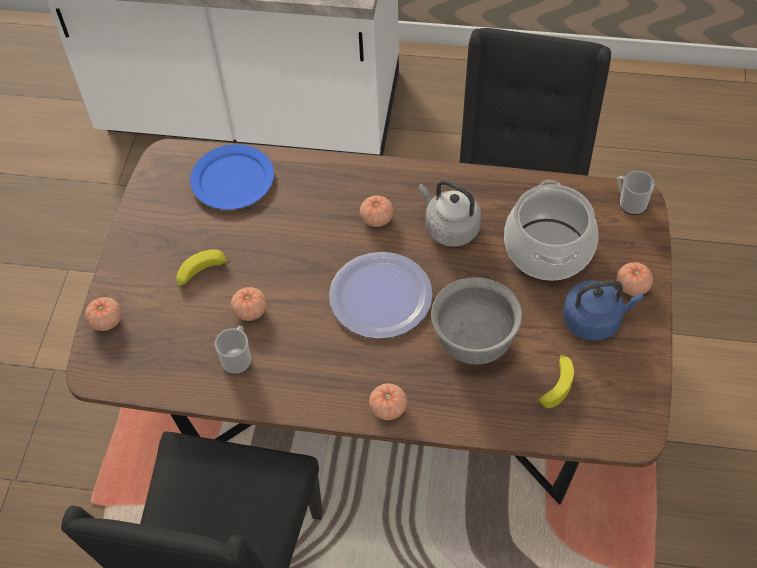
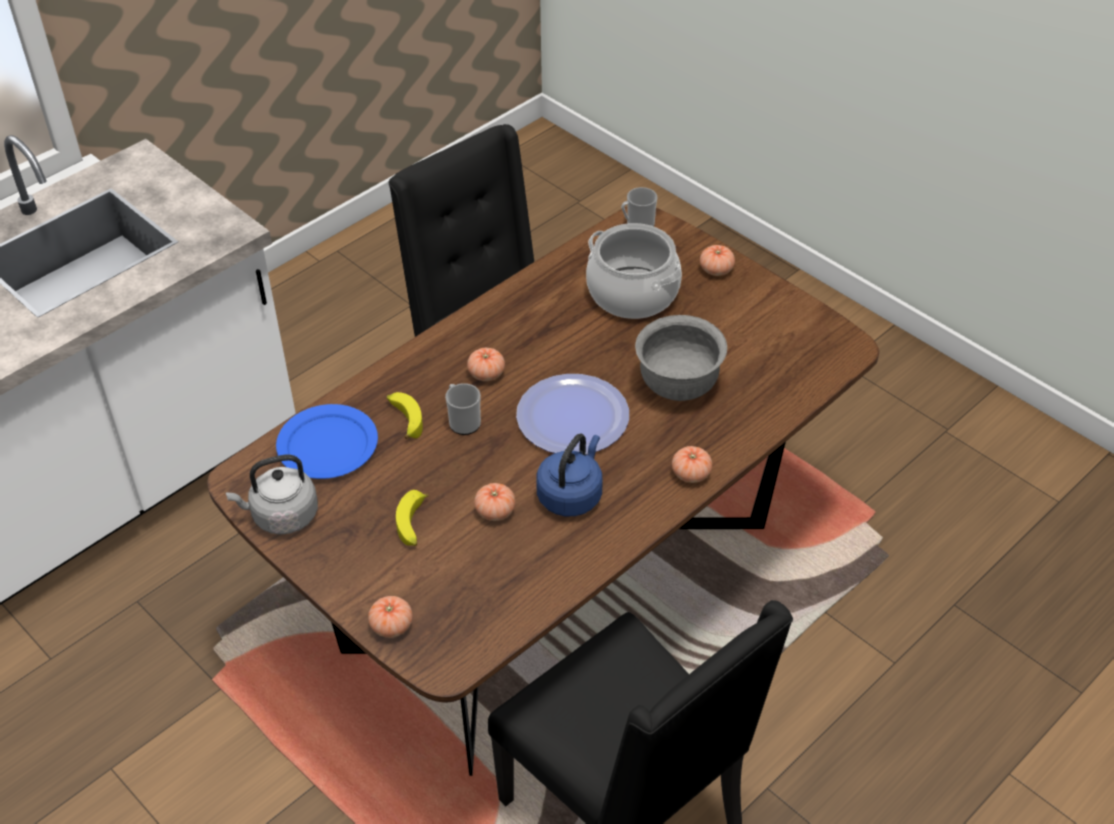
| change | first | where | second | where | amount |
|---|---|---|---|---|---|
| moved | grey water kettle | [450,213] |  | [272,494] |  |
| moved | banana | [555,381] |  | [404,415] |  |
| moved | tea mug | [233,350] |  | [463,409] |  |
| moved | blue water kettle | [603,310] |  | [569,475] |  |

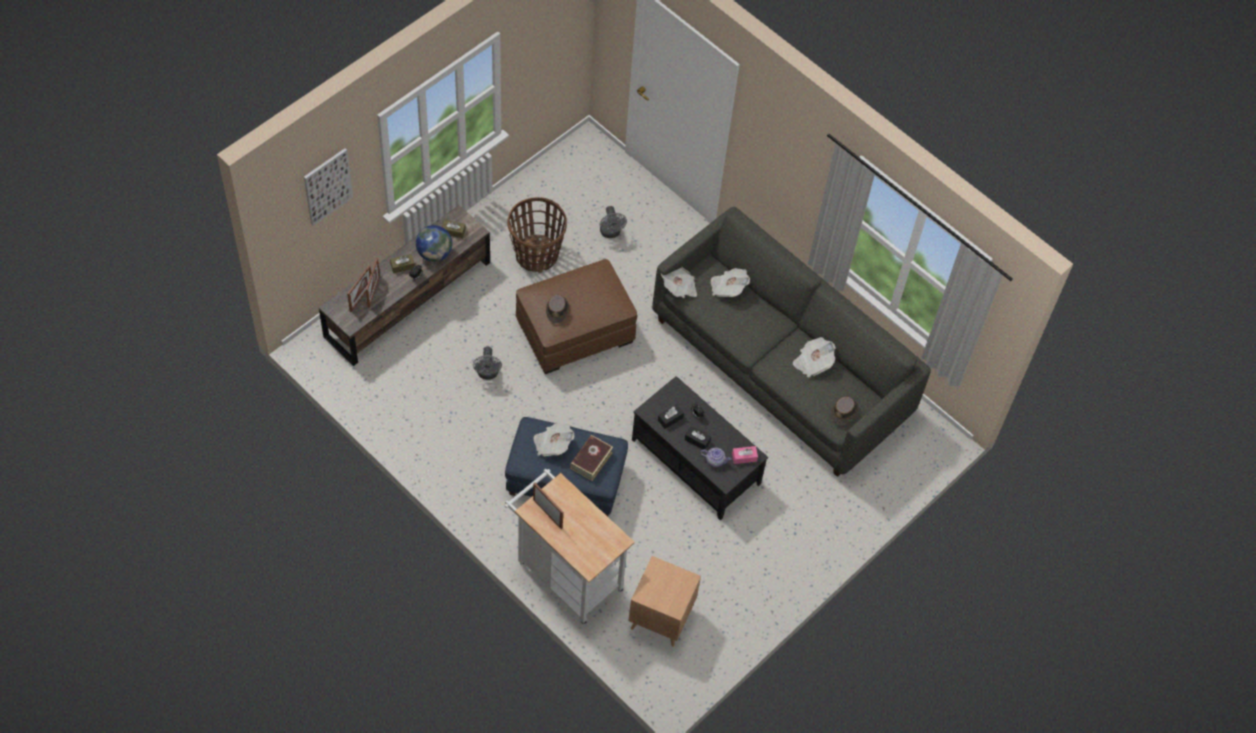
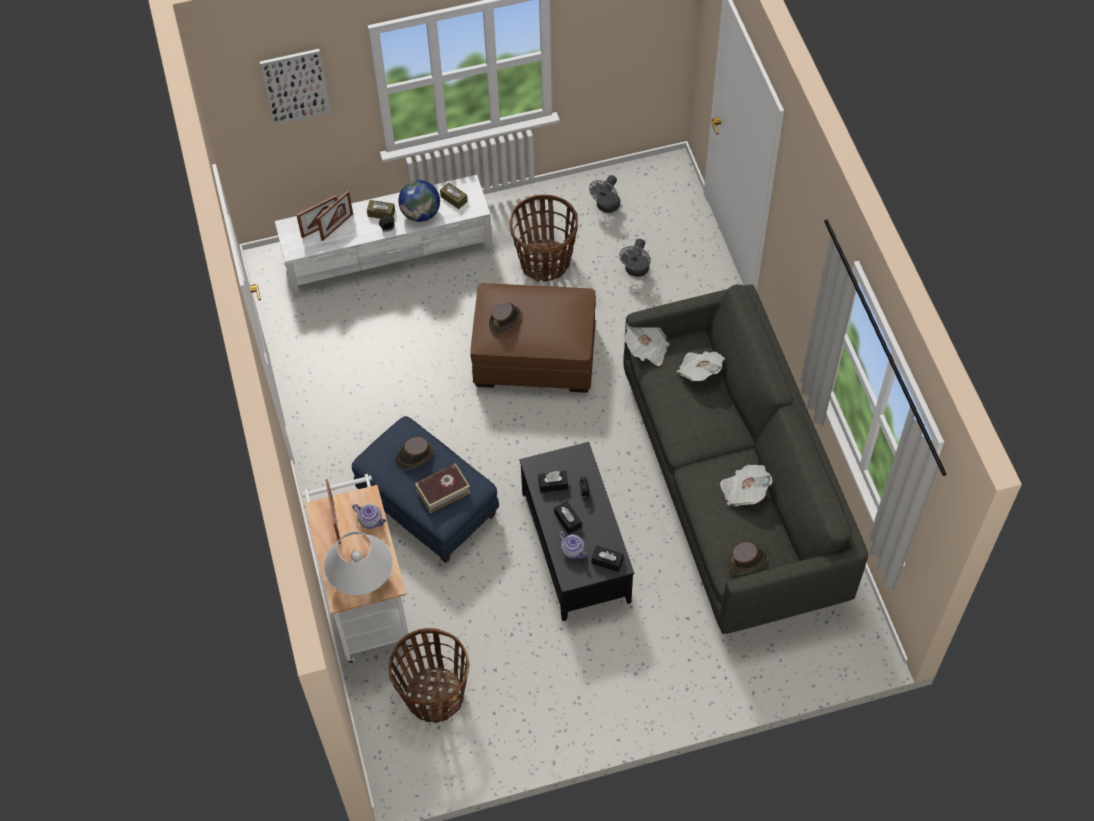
| change | first | where | second | where | amount |
|---|---|---|---|---|---|
| recoloured | brown tv unit | [404,285] | whitish tv unit | [384,236] |  |
| added |  |  | whitish lamp for a table | [358,563] |  |
| added |  |  | teapot | [369,516] |  |
| replaced | brown side table | [664,601] | basket | [428,675] |  |
| replaced | printed paper | [553,439] | brown hat | [414,453] |  |
| moved | grey cooling fan | [487,363] |  | [604,194] |  |
| recoloured | pinkish tissue holder | [745,455] | blackish tissue holder | [608,559] |  |

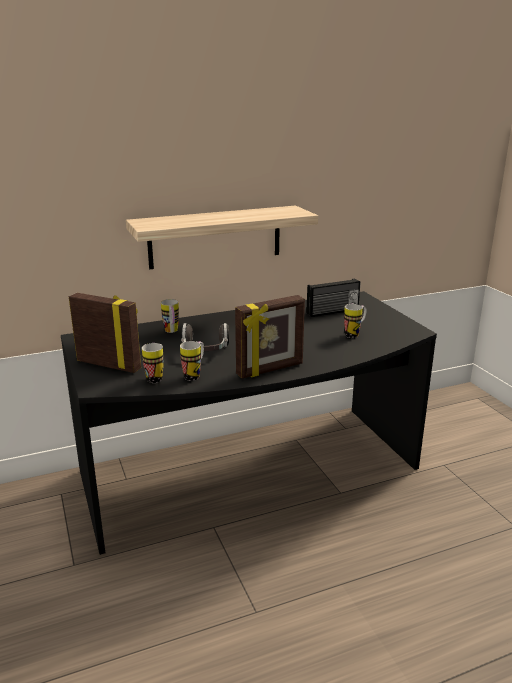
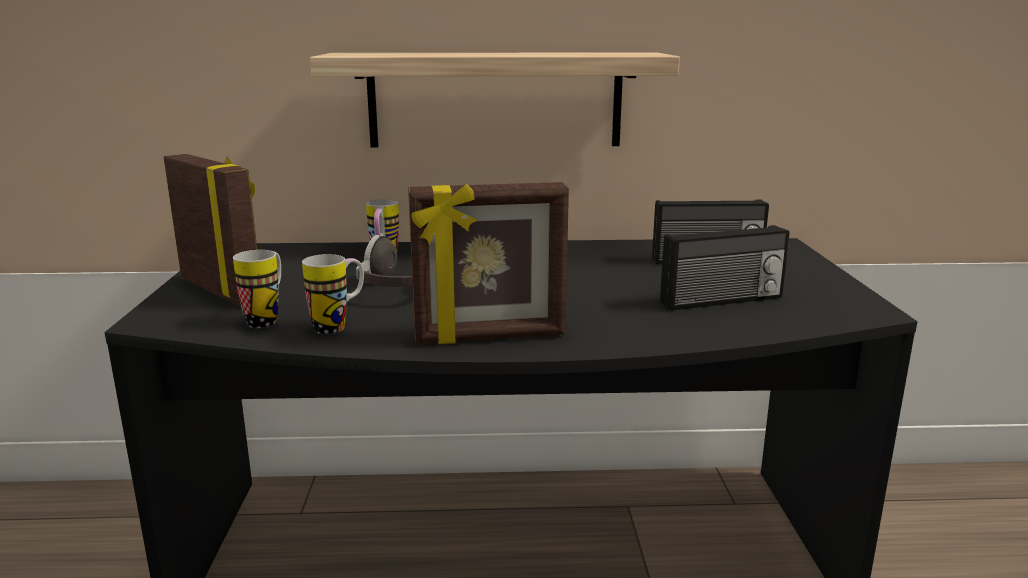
| change | first | where | second | where | amount |
|---|---|---|---|---|---|
| replaced | tea mug | [355,321] | radio set | [725,267] |  |

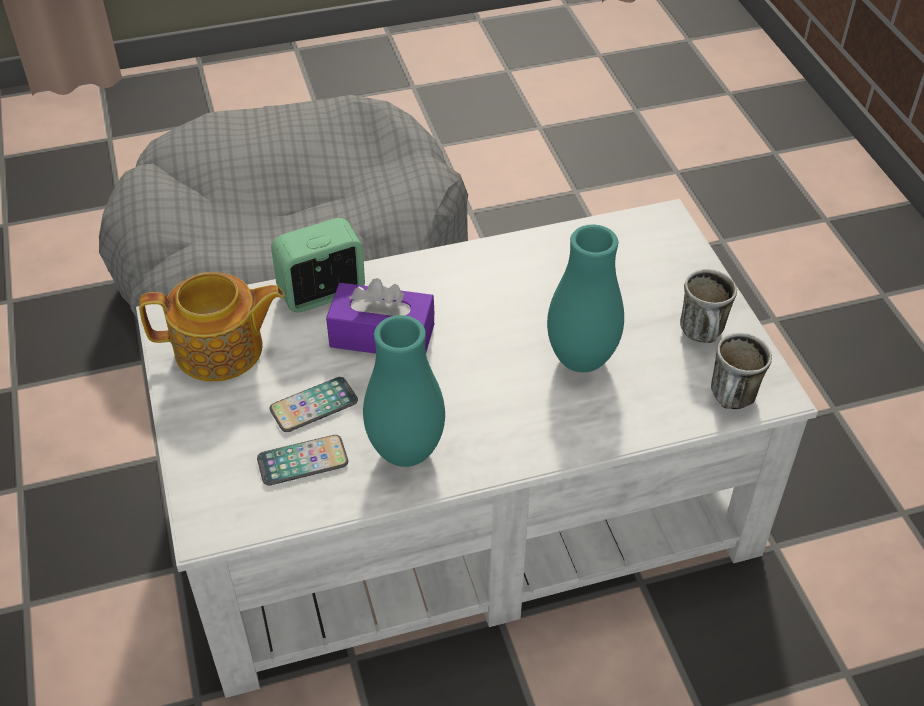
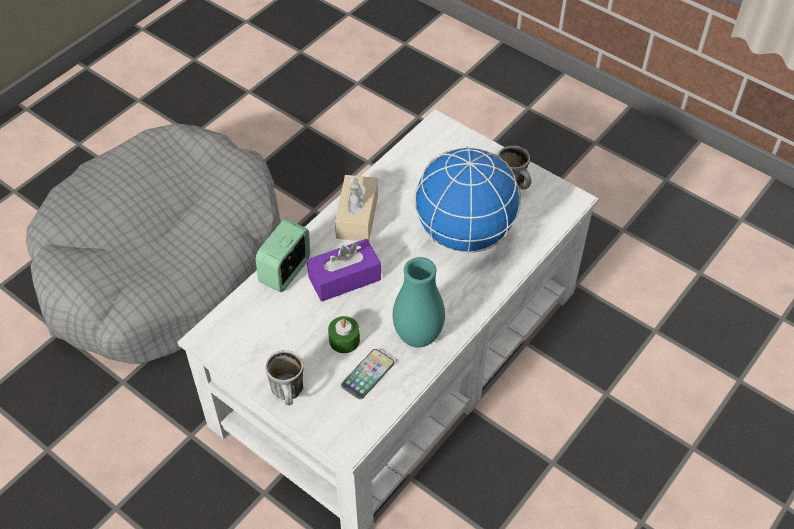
| change | first | where | second | where | amount |
|---|---|---|---|---|---|
| moved | tea mug | [741,371] |  | [284,377] |  |
| replaced | telephone | [314,404] | green-coloured candle | [344,334] |  |
| added |  |  | sand-coloured tissue holder | [356,208] |  |
| replaced | turquoise-coloured flower vase | [585,298] | globe | [467,199] |  |
| removed | teapot | [211,327] |  |  |  |

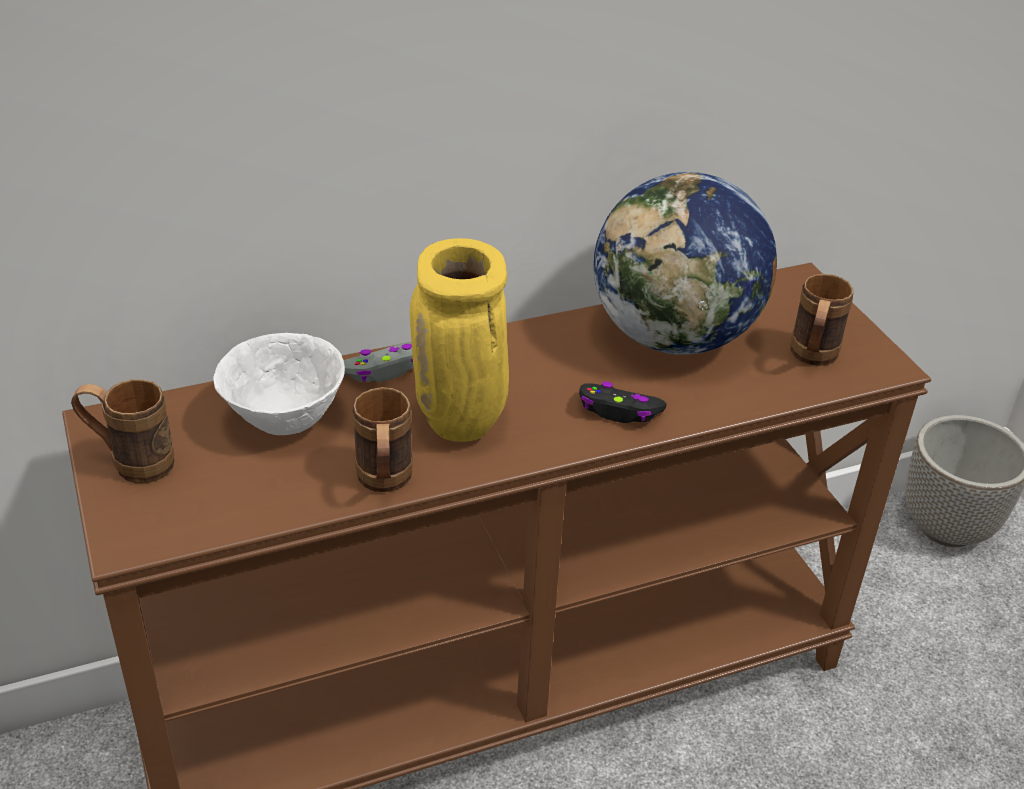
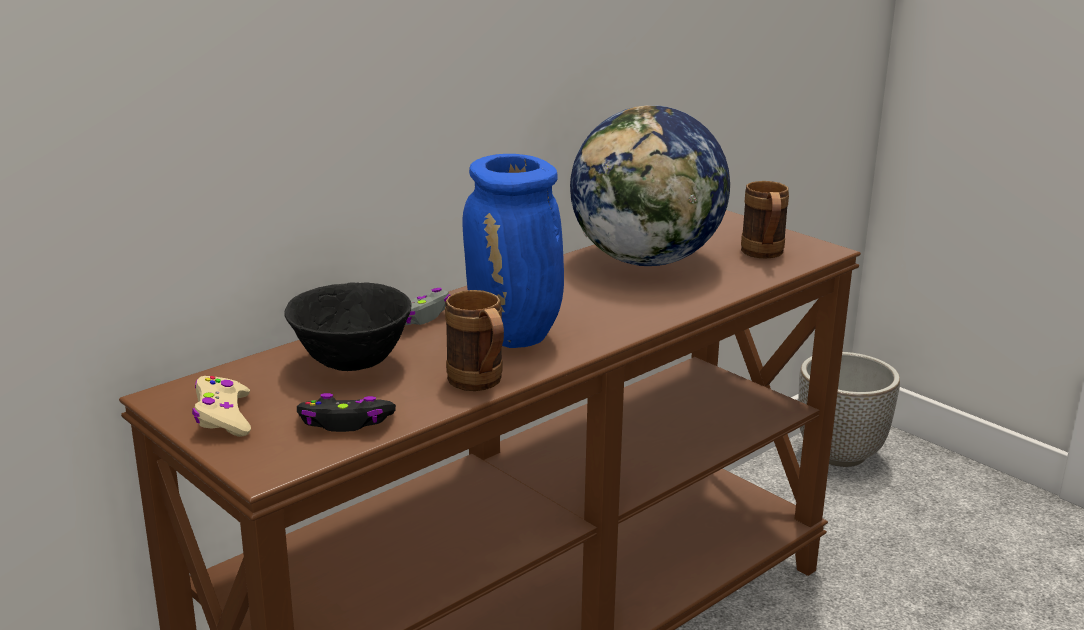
| change | first | where | second | where | amount |
|---|---|---|---|---|---|
| replaced | brown tea mug | [123,431] | sand-coloured gamepad | [221,406] |  |
| recoloured | whitish deep dish | [279,384] | blackish deep dish | [348,326] |  |
| moved | blackish gamepad | [623,402] |  | [346,412] |  |
| recoloured | yellow flower vase | [459,340] | blue flower vase | [513,251] |  |

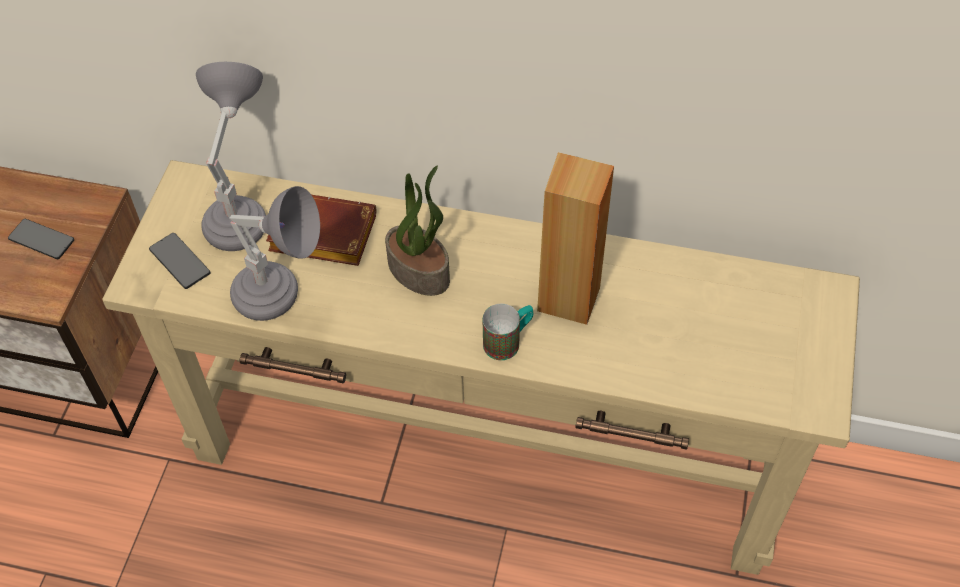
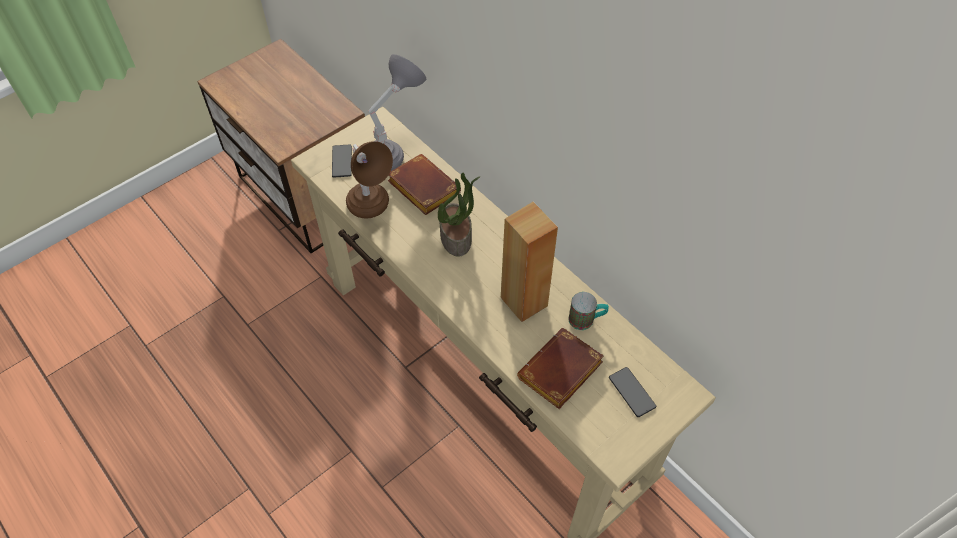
| change | first | where | second | where | amount |
|---|---|---|---|---|---|
| recoloured | grey lamp for a table | [274,253] | brown lamp for a table | [369,179] |  |
| added |  |  | brown volume | [560,368] |  |
| moved | tea mug | [508,332] |  | [589,311] |  |
| moved | telephone | [41,239] |  | [632,392] |  |

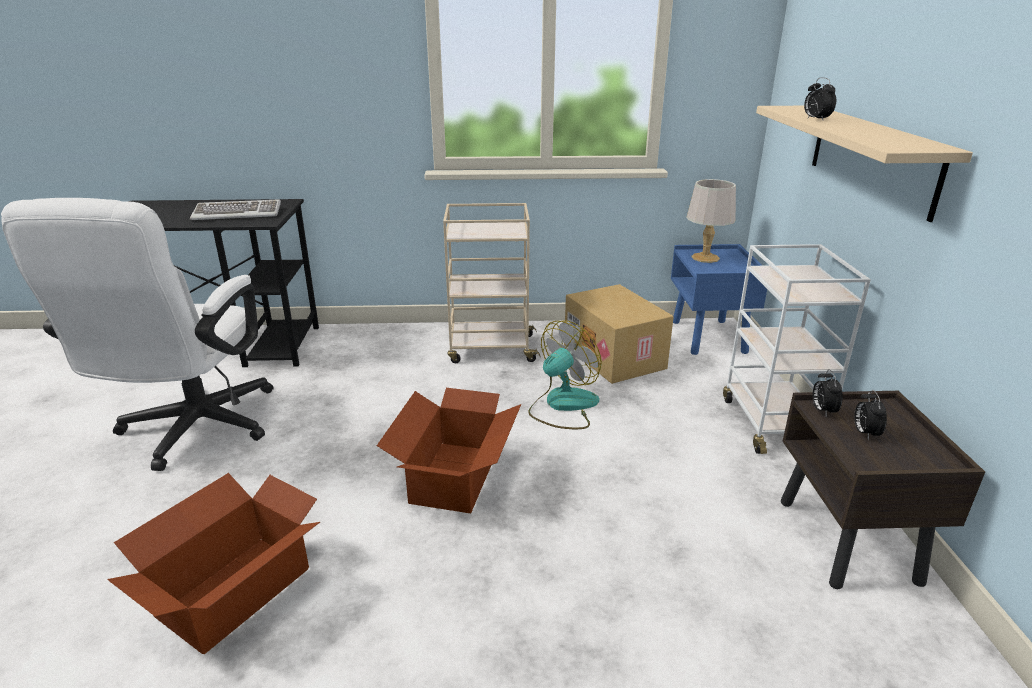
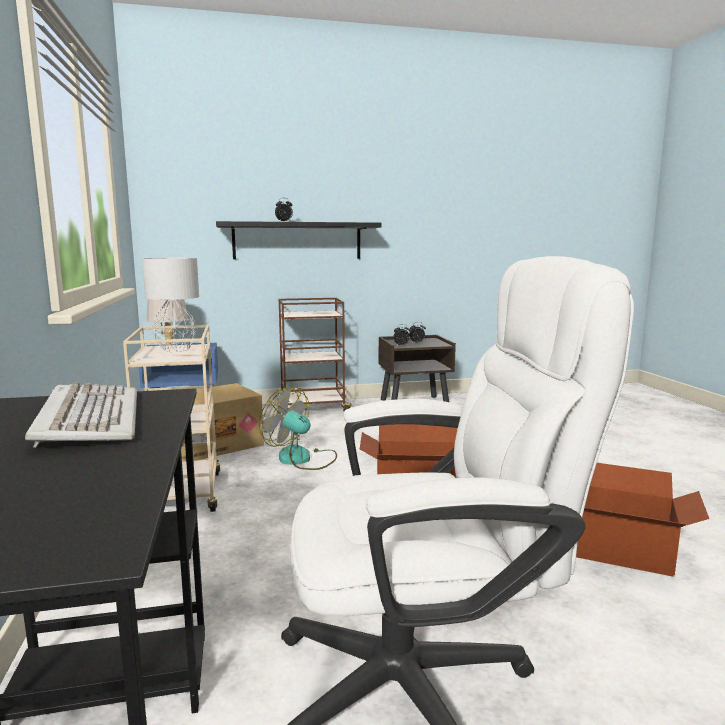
| change | first | where | second | where | amount |
|---|---|---|---|---|---|
| added |  |  | grey lamp for a table | [170,305] |  |
| recoloured | sand-coloured wall shelf | [864,164] | blackish wall shelf | [298,240] |  |
| recoloured | whitish wheeled cart | [797,349] | brown wheeled cart | [315,354] |  |

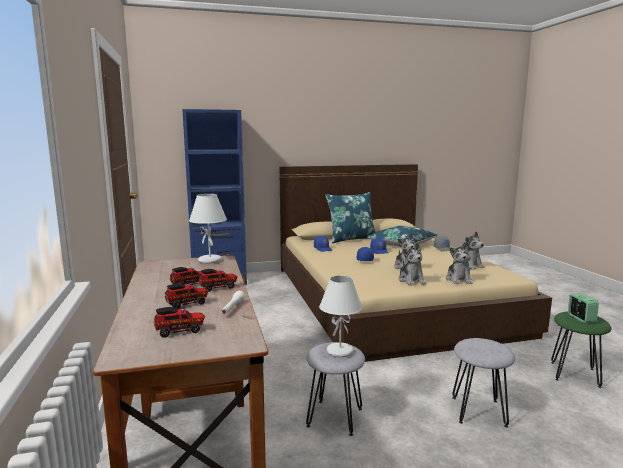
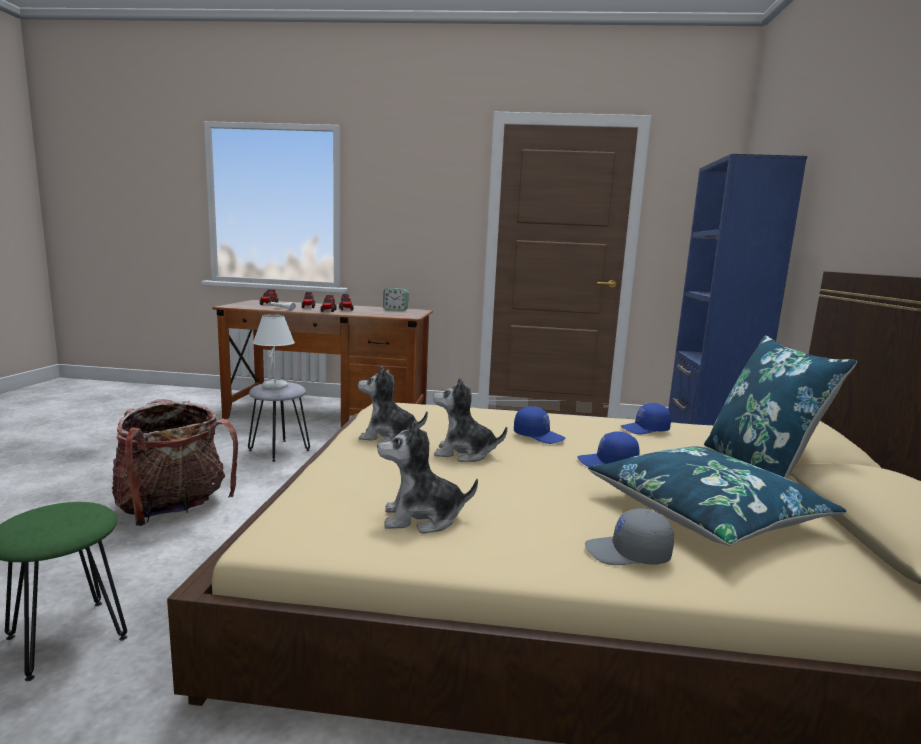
| change | first | where | second | where | amount |
|---|---|---|---|---|---|
| replaced | grey stool seat | [483,383] | rucksack | [175,462] |  |
| moved | alarm clock | [583,308] |  | [395,299] |  |
| removed | whitish lamp for a table | [208,229] |  |  |  |
| removed | soft toy | [459,263] |  |  |  |

